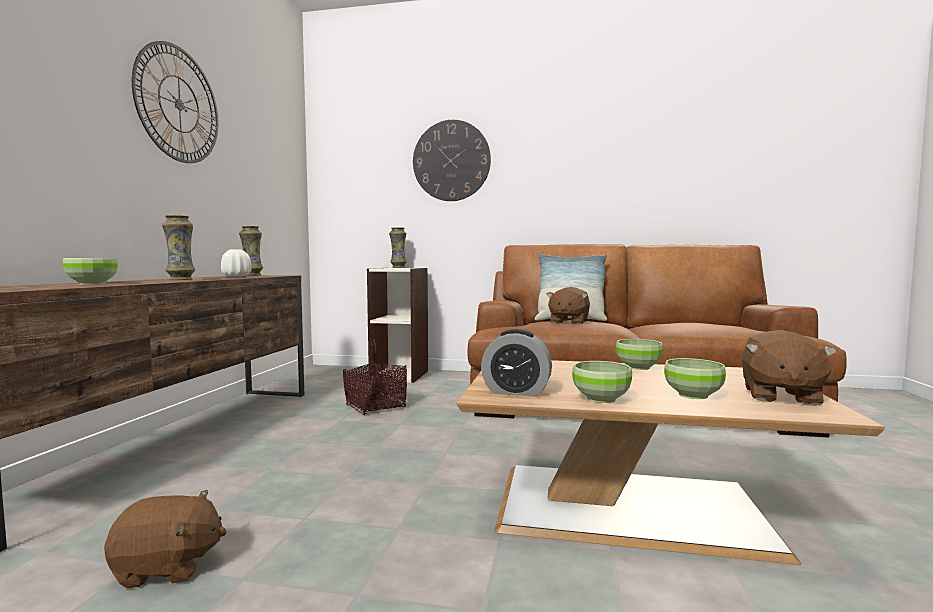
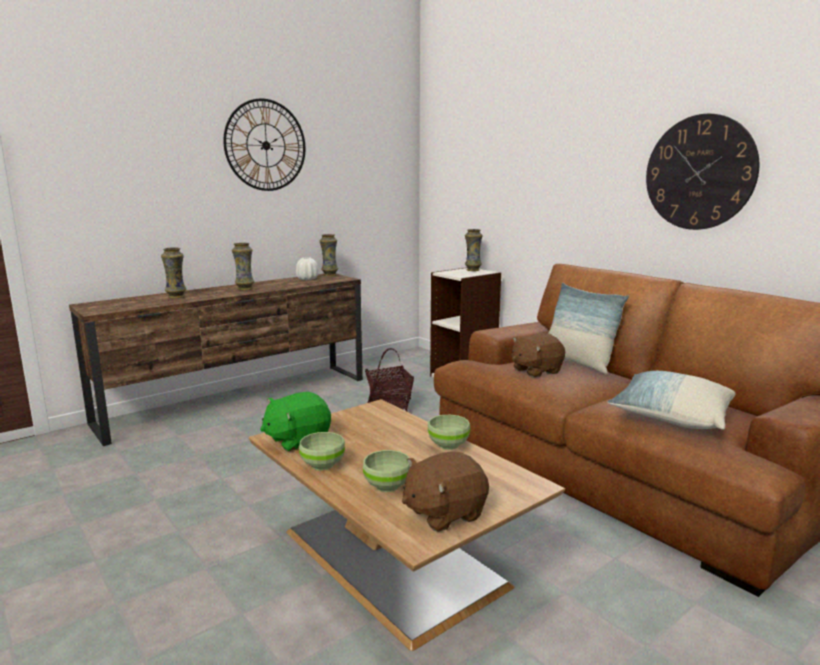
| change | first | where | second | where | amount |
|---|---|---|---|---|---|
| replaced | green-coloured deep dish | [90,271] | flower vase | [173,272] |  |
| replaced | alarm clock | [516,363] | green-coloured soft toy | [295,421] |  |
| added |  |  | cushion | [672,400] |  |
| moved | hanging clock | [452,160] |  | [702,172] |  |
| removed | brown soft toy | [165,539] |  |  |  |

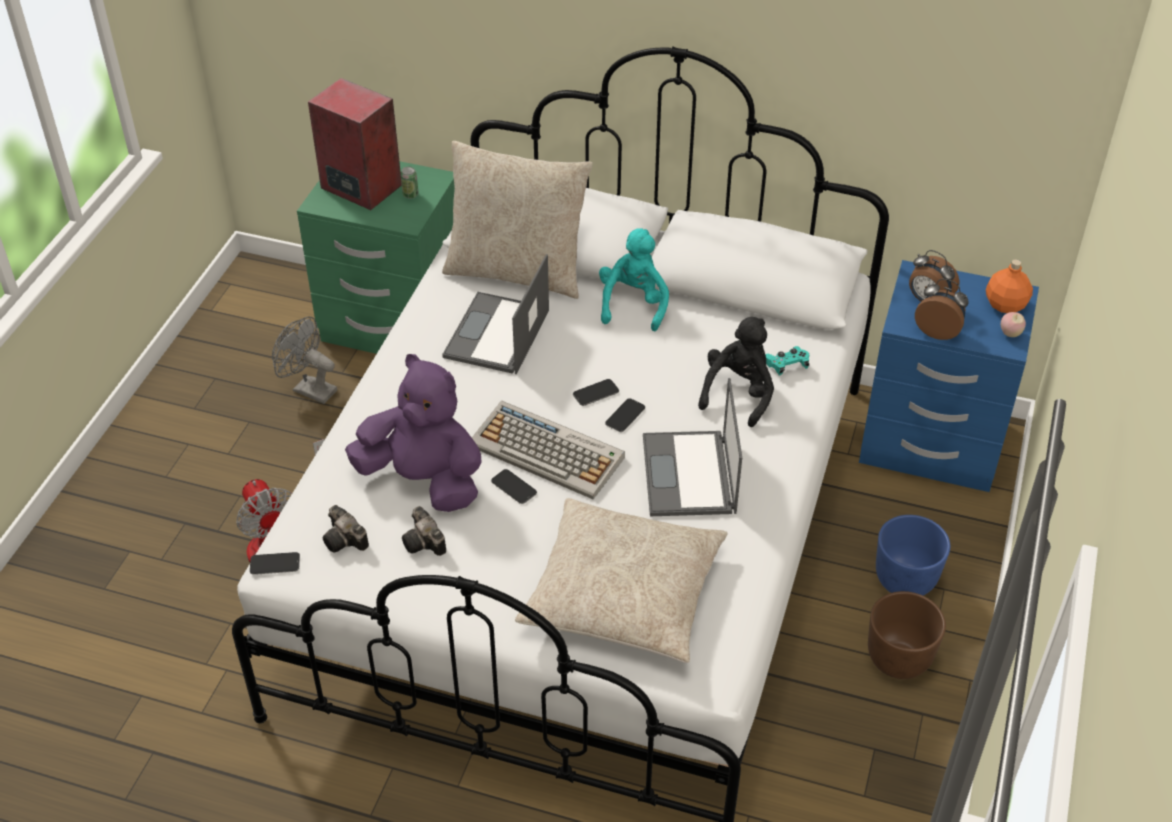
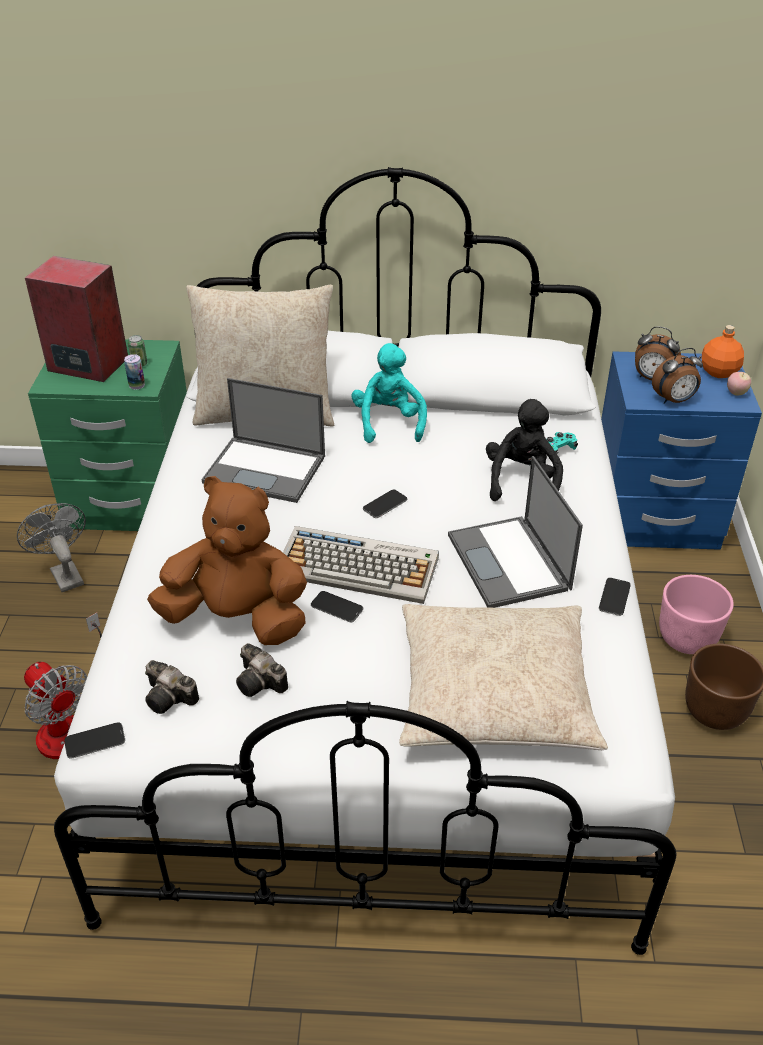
| change | first | where | second | where | amount |
|---|---|---|---|---|---|
| turned | grey cooling fan | [304,360] |  | [51,547] | 45 degrees clockwise |
| added |  |  | sealed can | [134,372] |  |
| recoloured | purple soft toy | [413,433] | brown soft toy | [227,560] |  |
| turned | portable computer | [495,314] |  | [263,440] | 75 degrees counterclockwise |
| moved | telephone | [625,415] |  | [615,597] |  |
| turned | alarm clock | [942,309] |  | [677,376] | 150 degrees clockwise |
| recoloured | blue planter | [913,555] | pinkish planter | [696,614] |  |

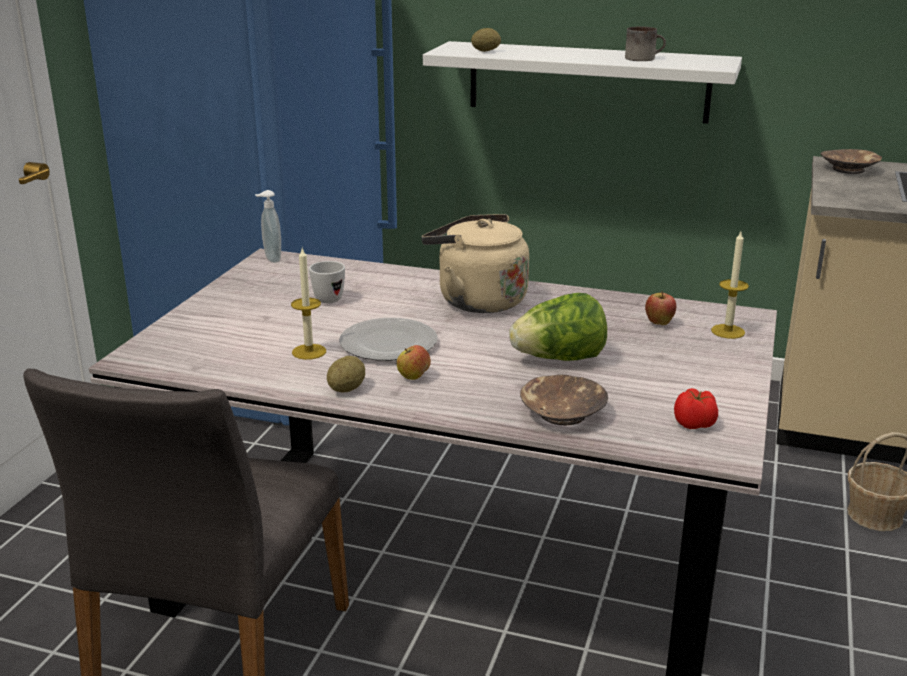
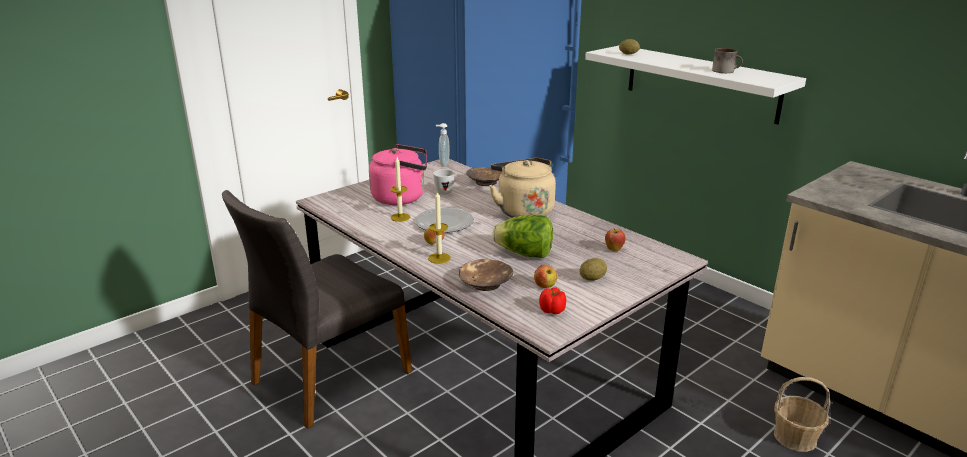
| change | first | where | second | where | amount |
|---|---|---|---|---|---|
| added |  |  | pinkish water kettle | [398,174] |  |
| moved | candle | [730,285] |  | [439,227] |  |
| moved | brown deep dish | [851,161] |  | [484,176] |  |
| added |  |  | apple | [545,276] |  |
| moved | spud | [346,374] |  | [593,269] |  |

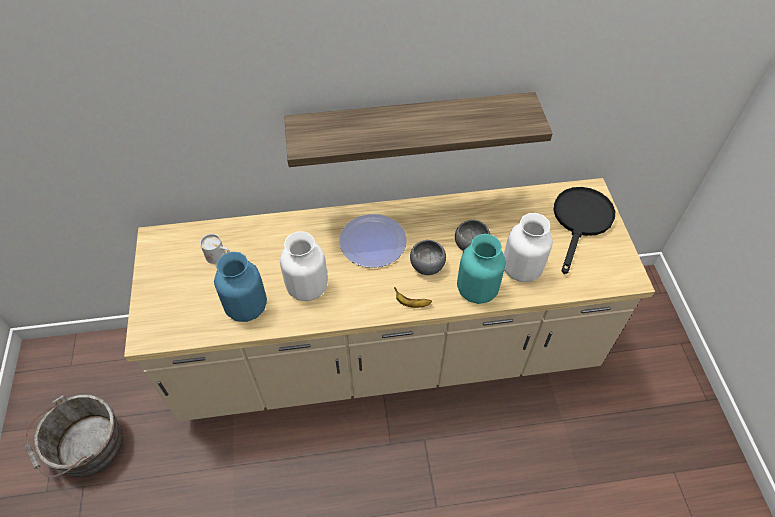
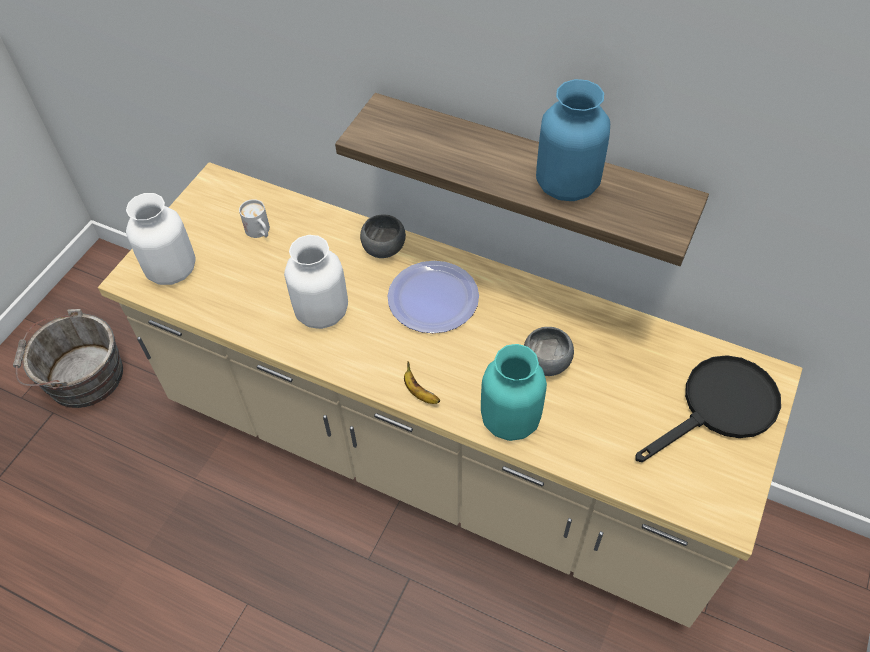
| change | first | where | second | where | amount |
|---|---|---|---|---|---|
| moved | whitish flower vase | [528,247] |  | [161,239] |  |
| moved | grey deep dish | [428,257] |  | [383,236] |  |
| moved | blue flower vase | [240,287] |  | [573,140] |  |

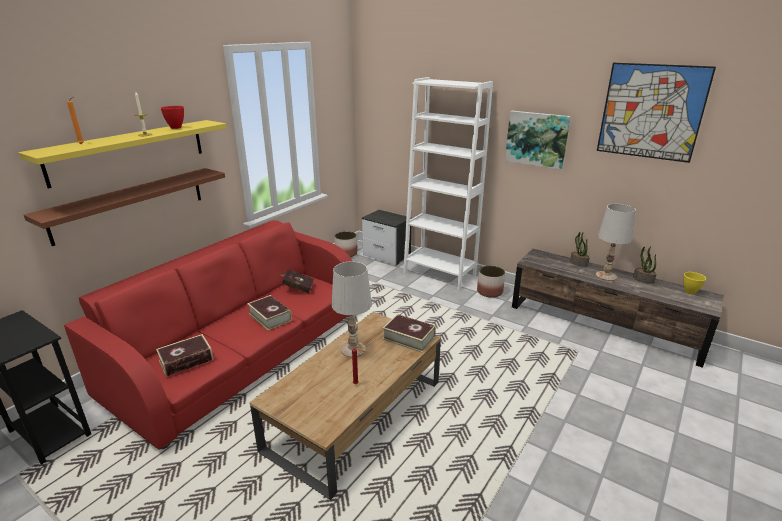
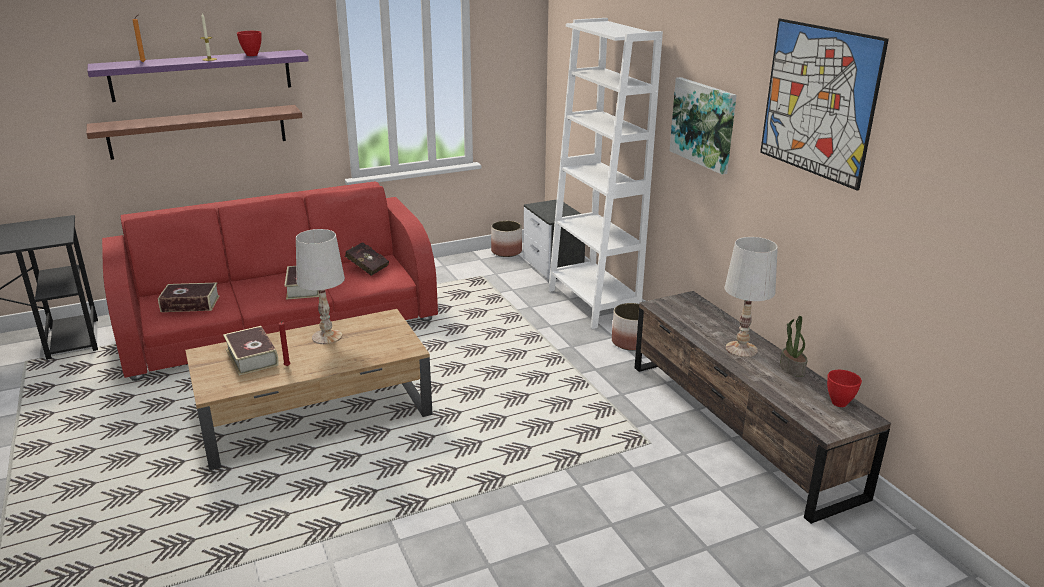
| change | first | where | second | where | amount |
|---|---|---|---|---|---|
| recoloured | yellow wall shelf | [122,154] | purple wall shelf | [198,76] |  |
| moved | volume | [409,333] |  | [250,351] |  |
| recoloured | yellow deep dish | [694,283] | reddish deep dish | [844,388] |  |
| removed | plant in a pot | [580,249] |  |  |  |

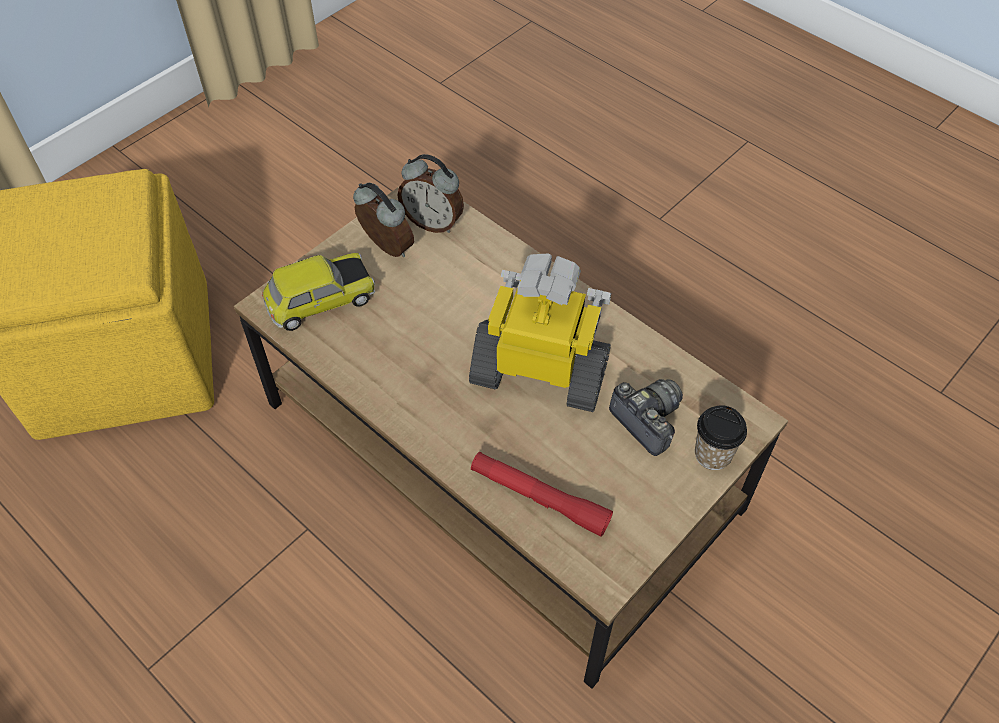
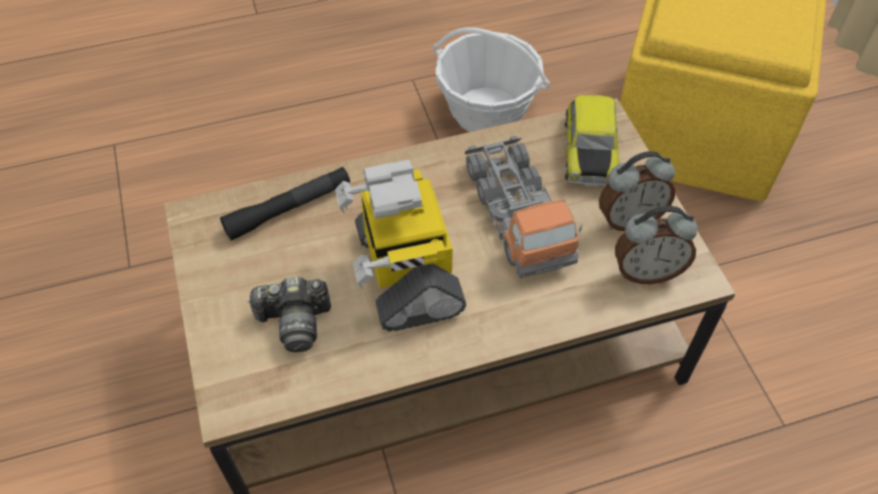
| change | first | where | second | where | amount |
|---|---|---|---|---|---|
| recoloured | reddish torch | [542,494] | blackish torch | [285,203] |  |
| turned | robot figure | [540,332] |  | [400,246] | 120 degrees clockwise |
| added |  |  | basket | [491,79] |  |
| added |  |  | toy truck | [523,206] |  |
| turned | alarm clock | [430,193] |  | [656,245] | 150 degrees counterclockwise |
| removed | cup | [721,437] |  |  |  |

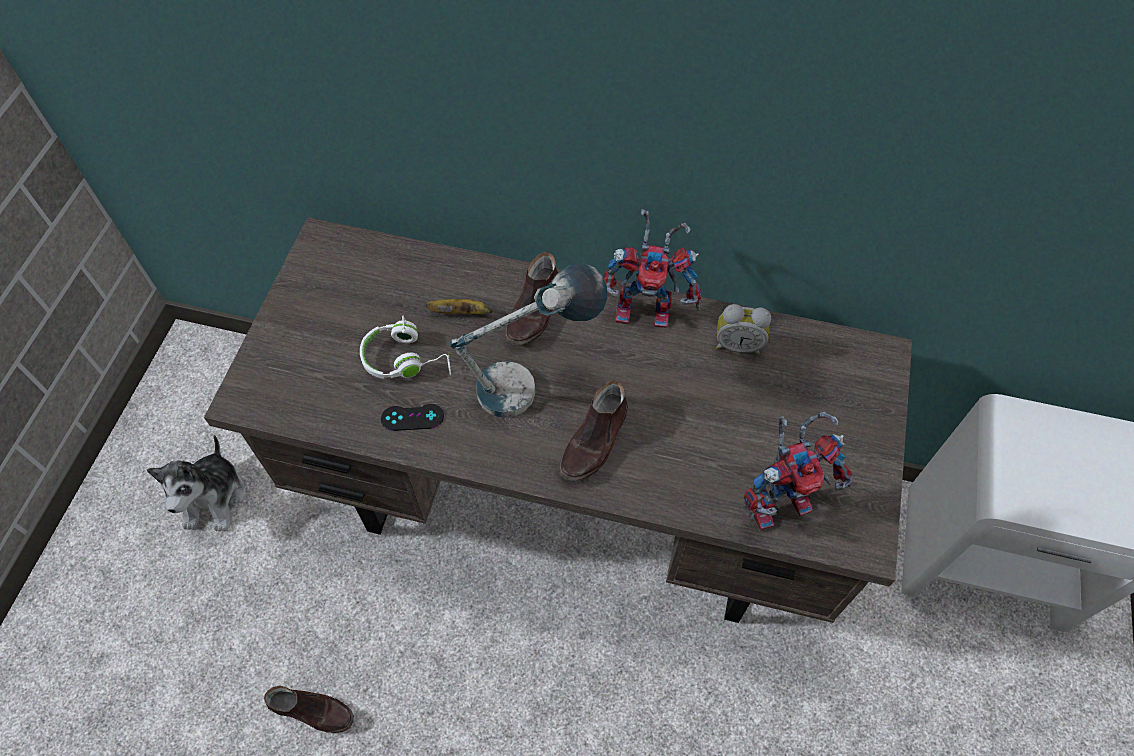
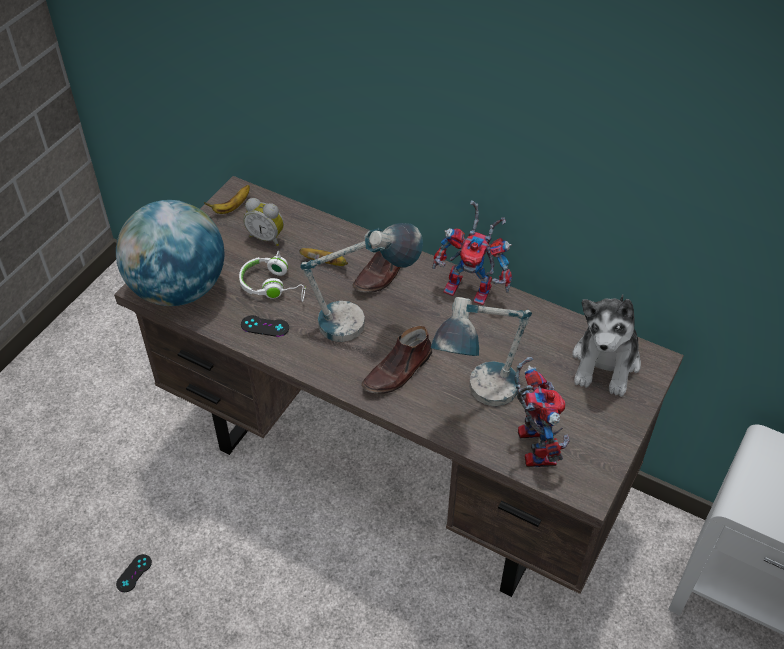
| change | first | where | second | where | amount |
|---|---|---|---|---|---|
| added |  |  | globe | [170,253] |  |
| replaced | brown shoe | [309,709] | blackish gamepad | [134,573] |  |
| added |  |  | banana | [227,199] |  |
| moved | alarm clock | [743,329] |  | [263,222] |  |
| added |  |  | lamp for a table | [481,351] |  |
| turned | robot figure | [797,471] |  | [542,413] | 90 degrees counterclockwise |
| moved | soft toy | [195,483] |  | [606,346] |  |

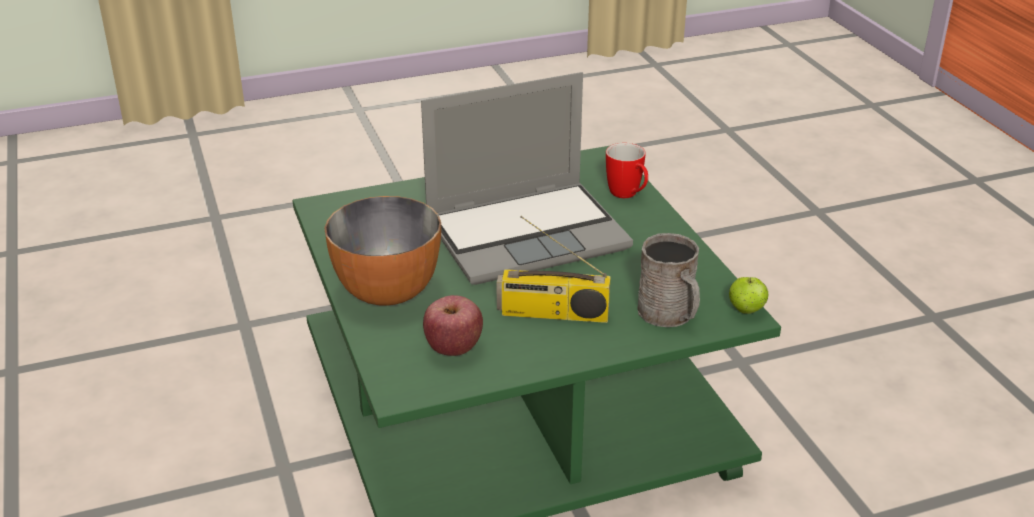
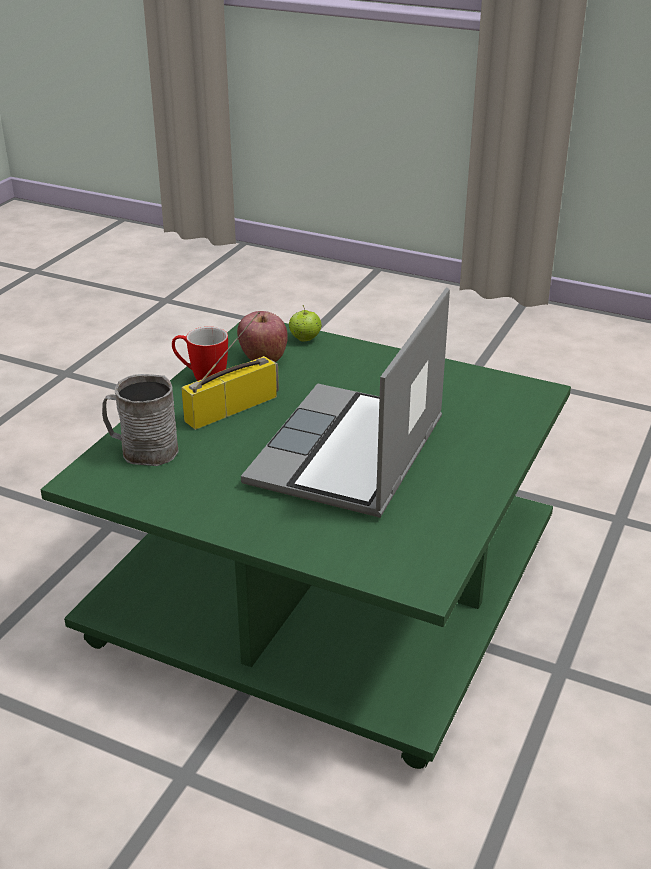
| change | first | where | second | where | amount |
|---|---|---|---|---|---|
| moved | tea mug | [627,170] |  | [200,354] |  |
| moved | apple | [748,295] |  | [305,323] |  |
| removed | deep dish | [382,251] |  |  |  |

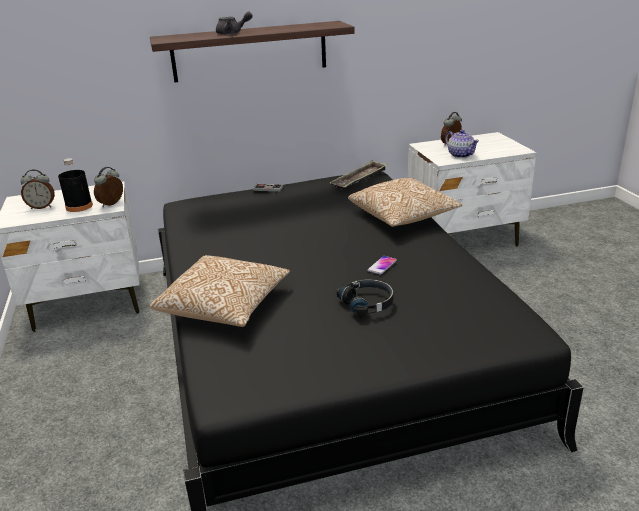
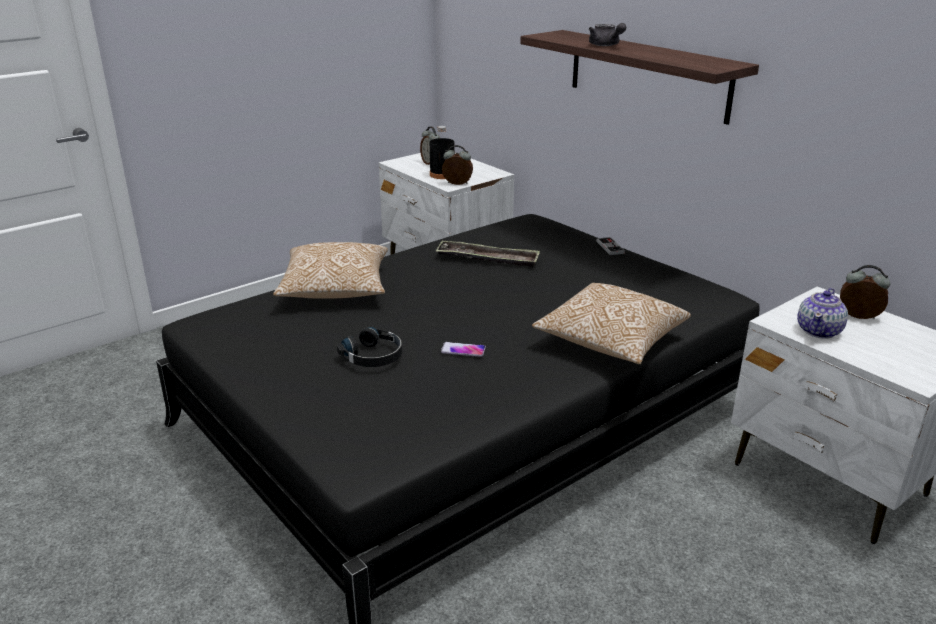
| change | first | where | second | where | amount |
|---|---|---|---|---|---|
| moved | tray | [358,175] |  | [488,254] |  |

